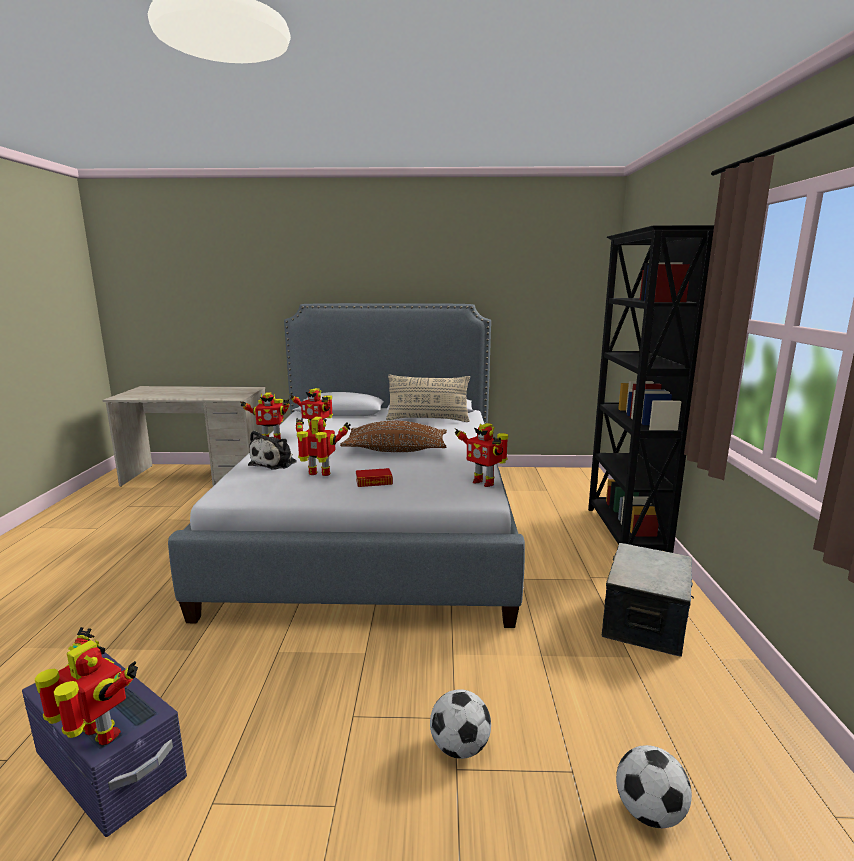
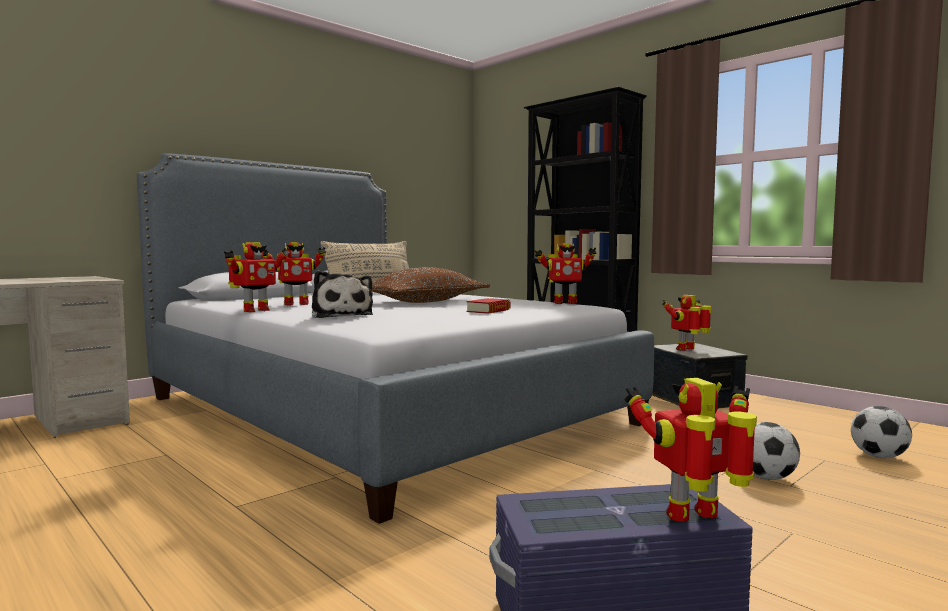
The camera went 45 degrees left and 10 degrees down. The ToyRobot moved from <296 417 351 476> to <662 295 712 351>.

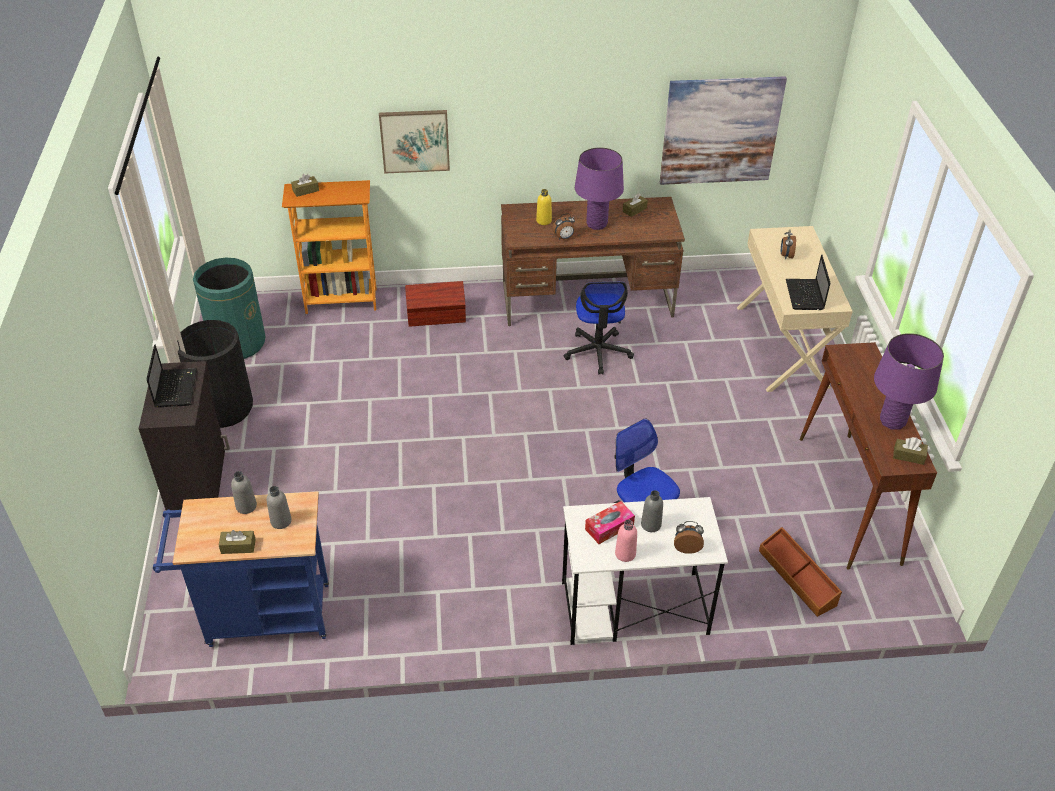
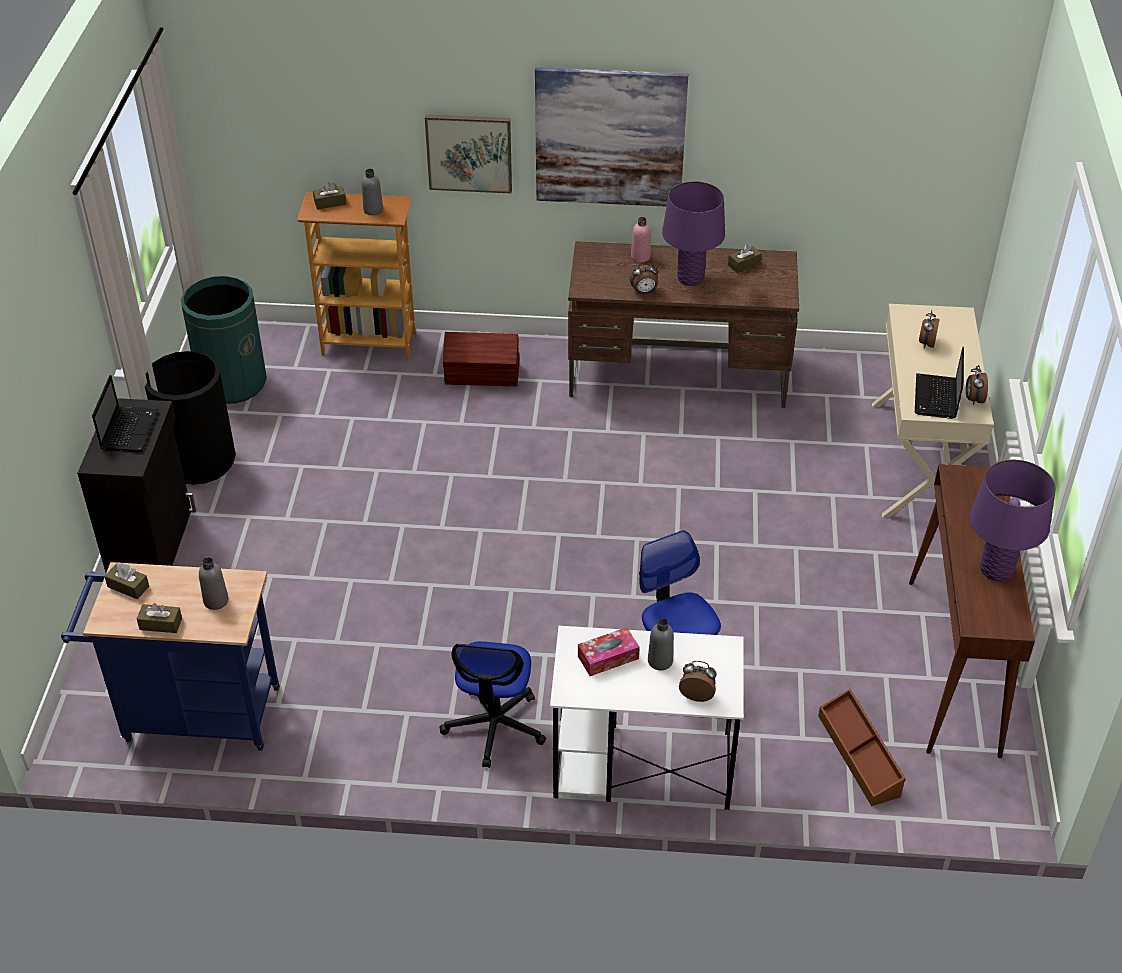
The camera went 10 degrees right and 0 degrees up. The BrownTissueBox moved from <893 437 928 465> to <104 563 149 599>. The GreyBottle moved from <231 471 257 514> to <362 169 383 215>. The OfficeChair moved from <564 282 634 375> to <439 641 546 768>. The Picture moved from <660 76 787 185> to <535 67 688 207>. The PinkBottle moved from <615 519 637 562> to <631 217 651 262>. The AlarmClock at <966 365 988 405> appeared. The YellowBottle at <536 189 552 225> disappeared.

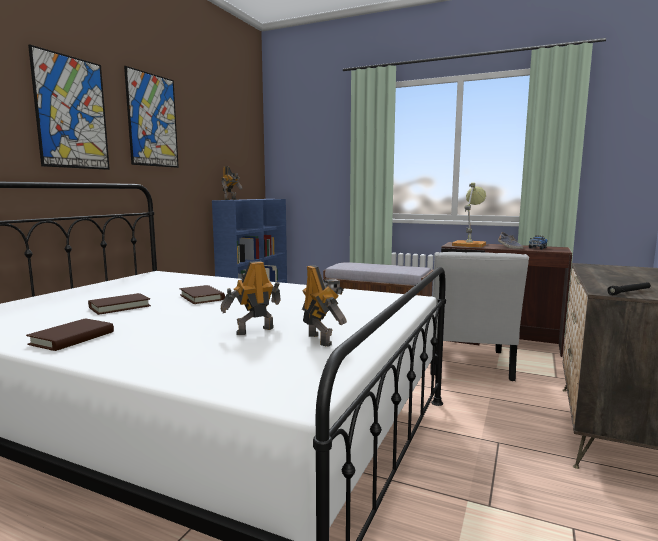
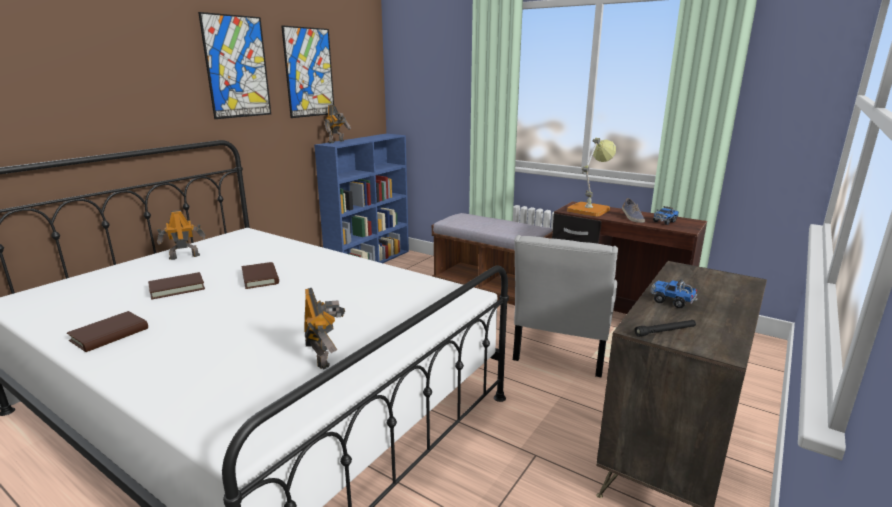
The camera went 10 degrees right and 10 degrees up. The ToyRobot moved from <221 261 281 335> to <157 210 206 260>. The Picture moved from <28 44 110 170> to <281 25 334 118>. The ToyTruck at <650 279 697 308> appeared.

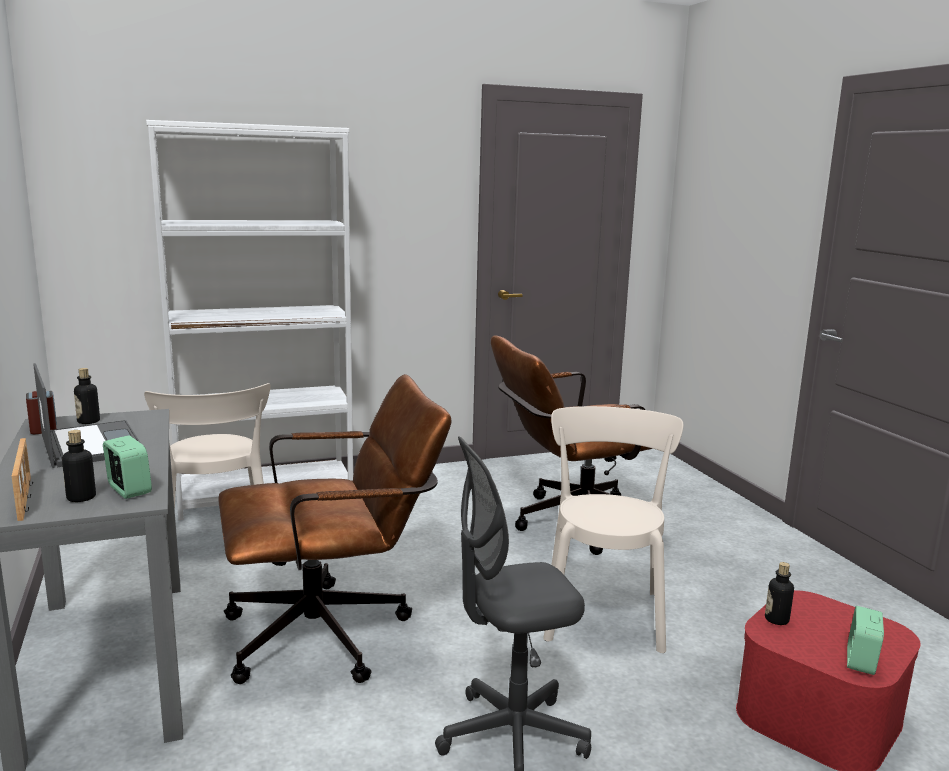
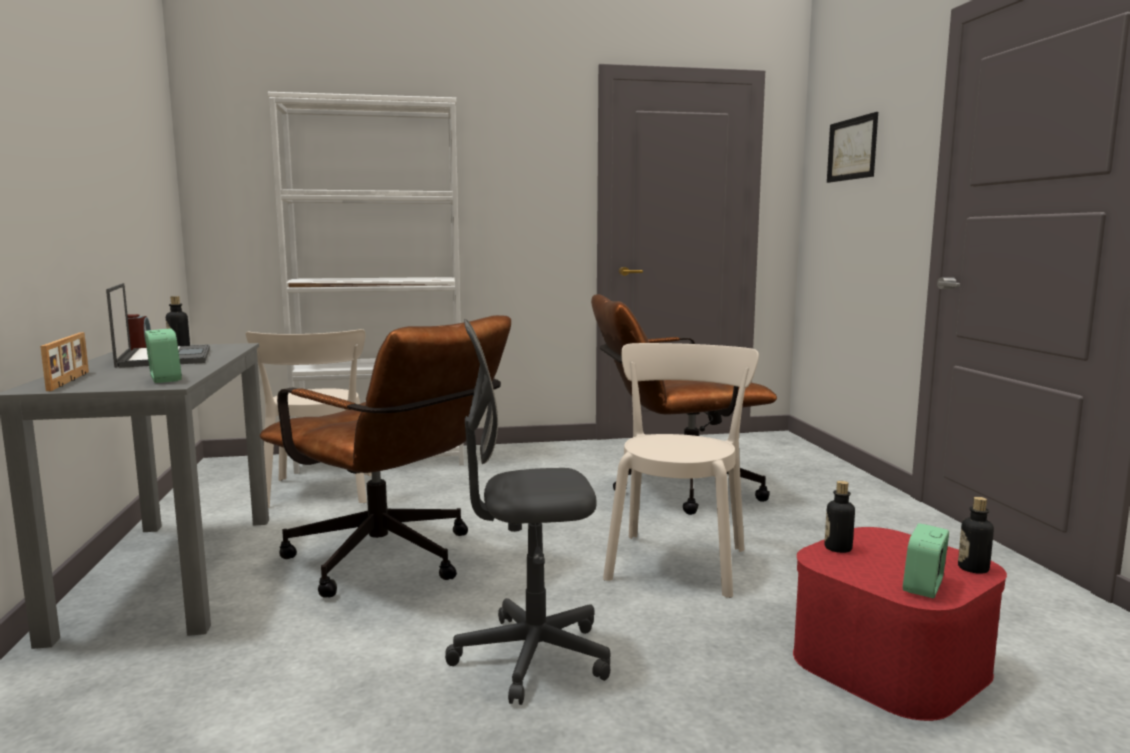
The camera went 10 degrees right and 5 degrees down. The BrownOfficeChair at <218 374 452 684> turned 45 degrees clockwise. The Picture at <827 112 878 183> appeared. The Bottle moved from <62 430 96 502> to <958 497 994 574>.

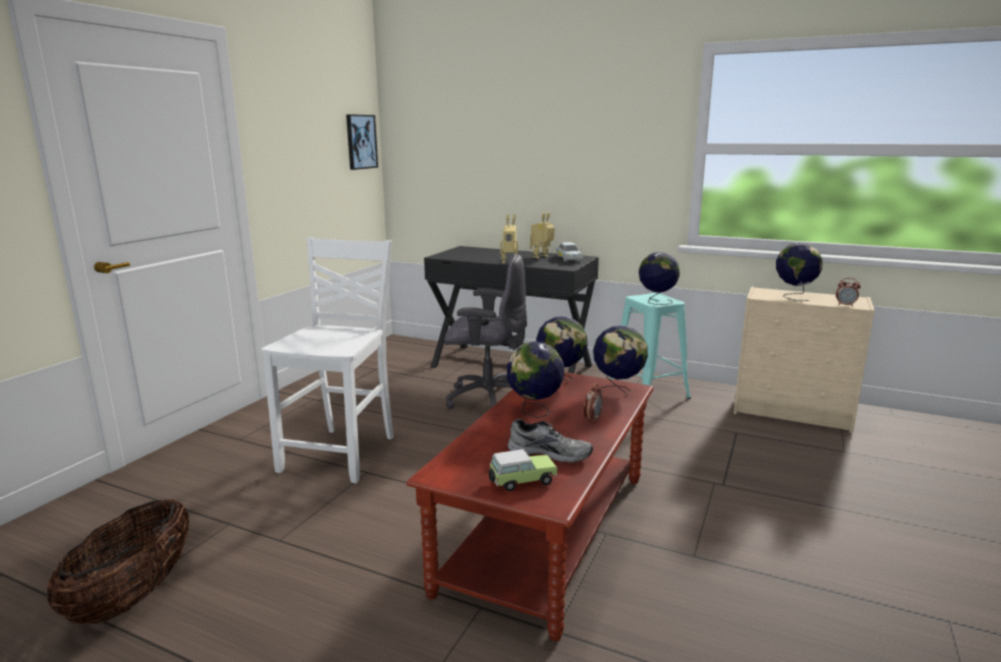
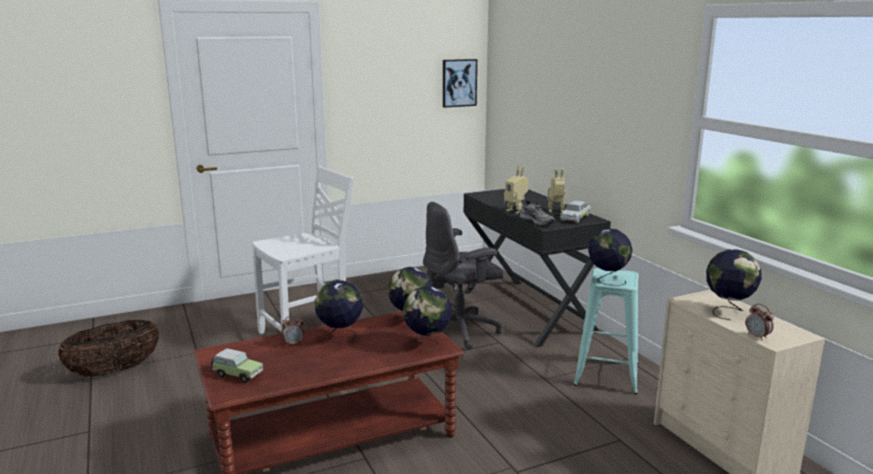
The camera went 40 degrees right and 0 degrees up. The AlarmClock moved from <583 384 603 423> to <281 315 304 346>. The GreyOfficeChair at <444 254 527 409> turned 105 degrees clockwise. The GreyShoe moved from <508 419 593 463> to <520 200 555 225>.

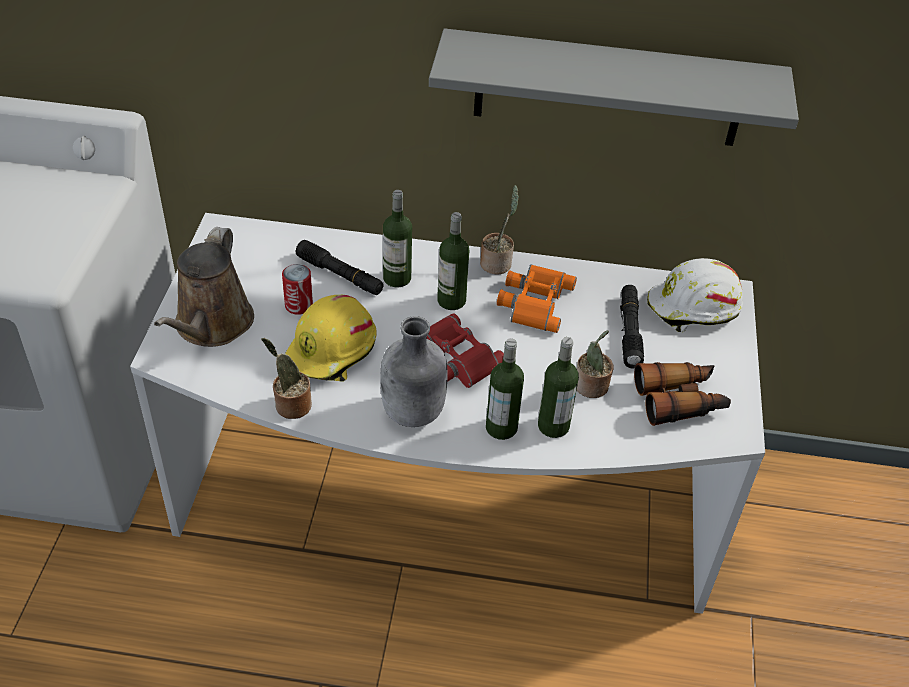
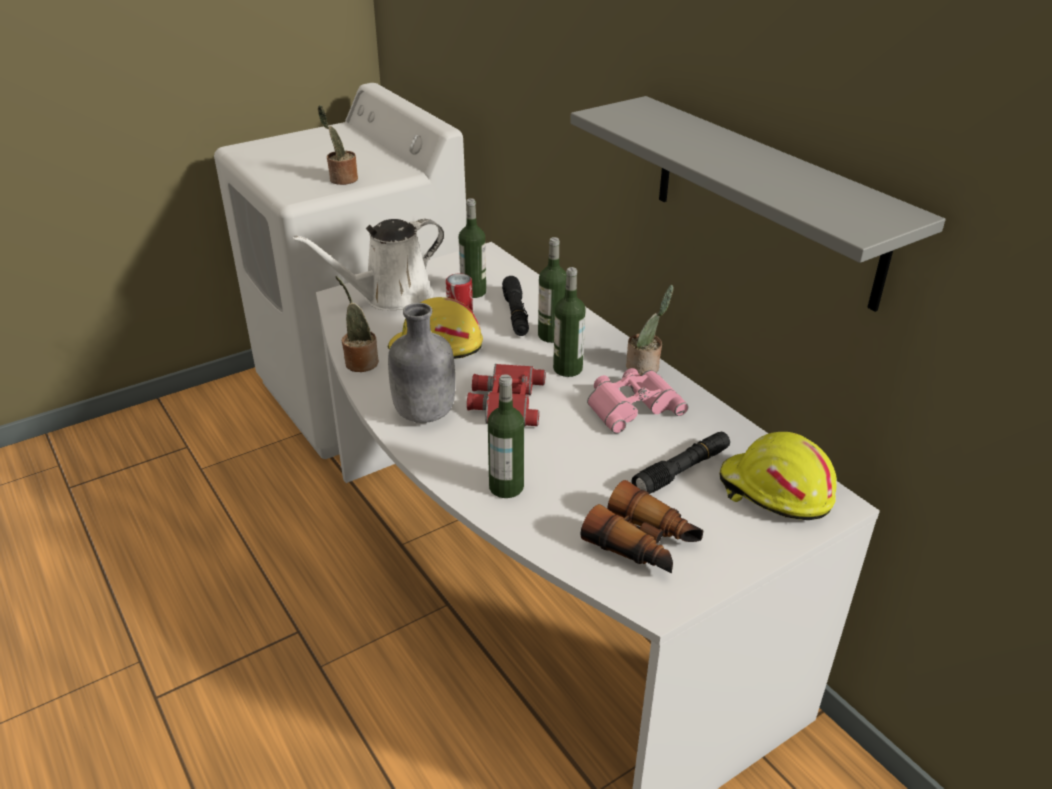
The camera went 50 degrees right and 10 degrees down. The BrownWateringCan at <154 227 254 347> became the WhiteWateringCan at <293 219 444 310>. The PottedPlant moved from <577 330 614 398> to <318 105 358 185>. The Bottle moved from <486 338 524 440> to <459 198 486 298>. The OrangeBinoculars at <497 264 577 333> became the PinkBinoculars at <587 368 688 433>. The WhiteHardHat at <647 258 743 332> became the YellowHardHat at <719 432 837 520>.

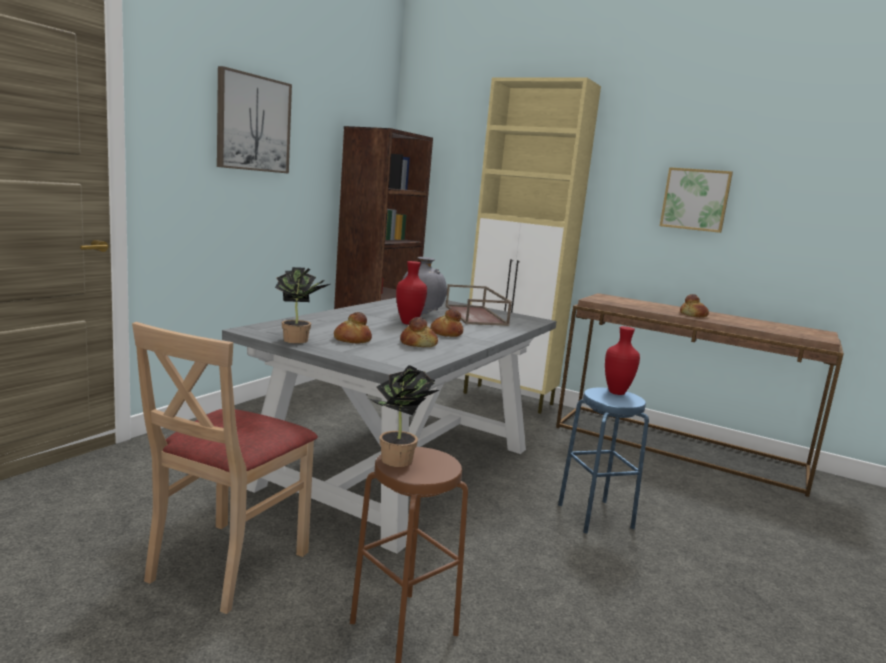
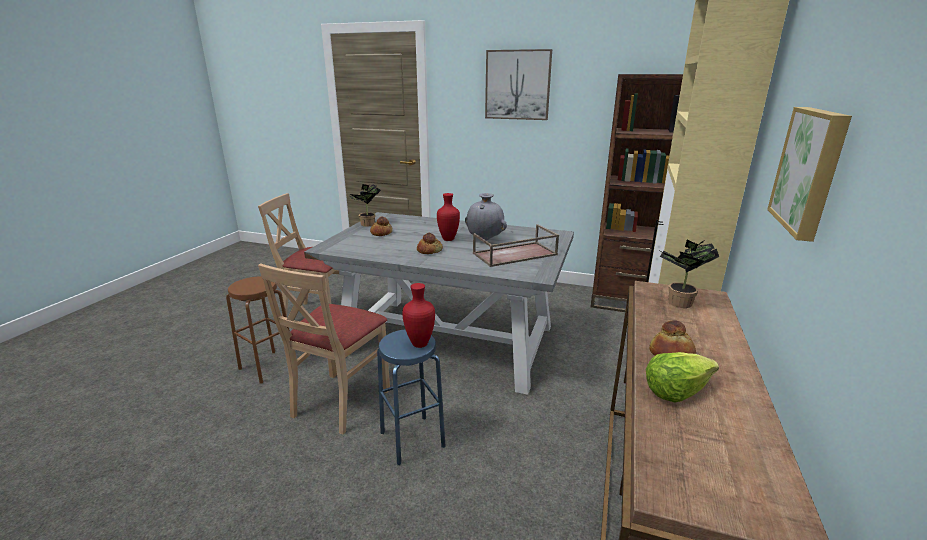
The camera went 80 degrees right and 10 degrees up. The BeigeChair at <258 263 390 434> appeared. The Lettuce at <646 352 719 402> appeared. The PottedPlant moved from <367 365 439 467> to <660 240 719 308>. The Bread at <400 317 438 347> disappeared.

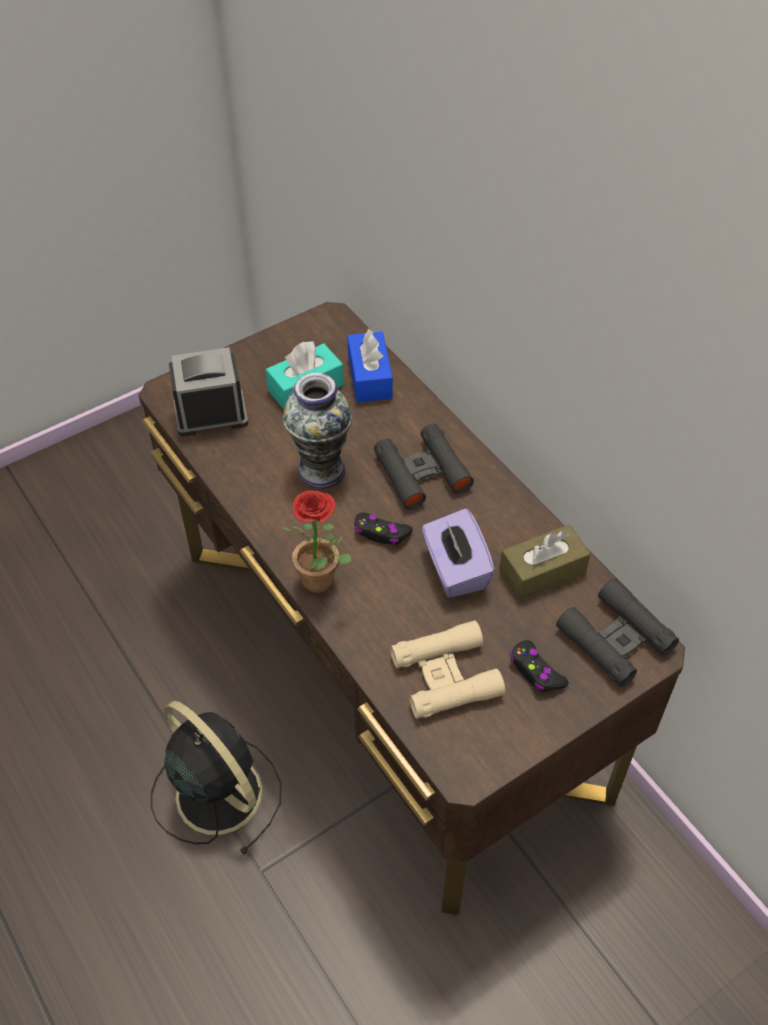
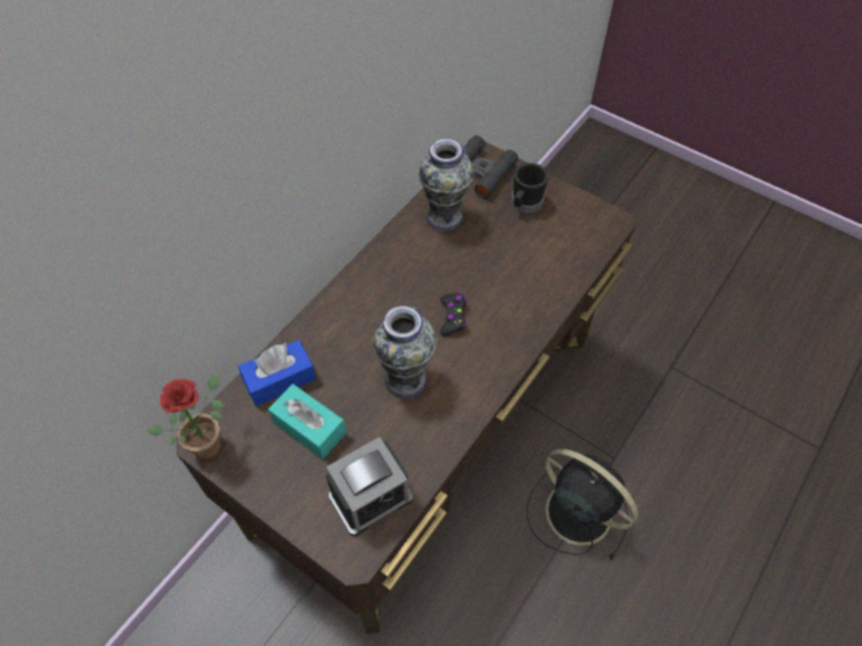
The camera went 110 degrees left and 5 degrees up. The PottedPlant moved from <281 491 351 593> to <147 374 224 460>. The AlarmClock at <169 347 248 437> turned 90 degrees counterclockwise. The BrownTissueBox at <499 524 591 600> was replaced by the Vase at <419 139 474 232>. The BlackGameController at <510 640 569 692> was replaced by the BlackMug at <511 163 549 213>. The BlackFan at <151 701 281 856> turned 105 degrees clockwise. The BlackBinoculars at <374 424 474 510> disappeared. The BeigeBinoculars at <390 620 505 719> disappeared. The PurpleTissueBox at <422 508 495 598> disappeared.

